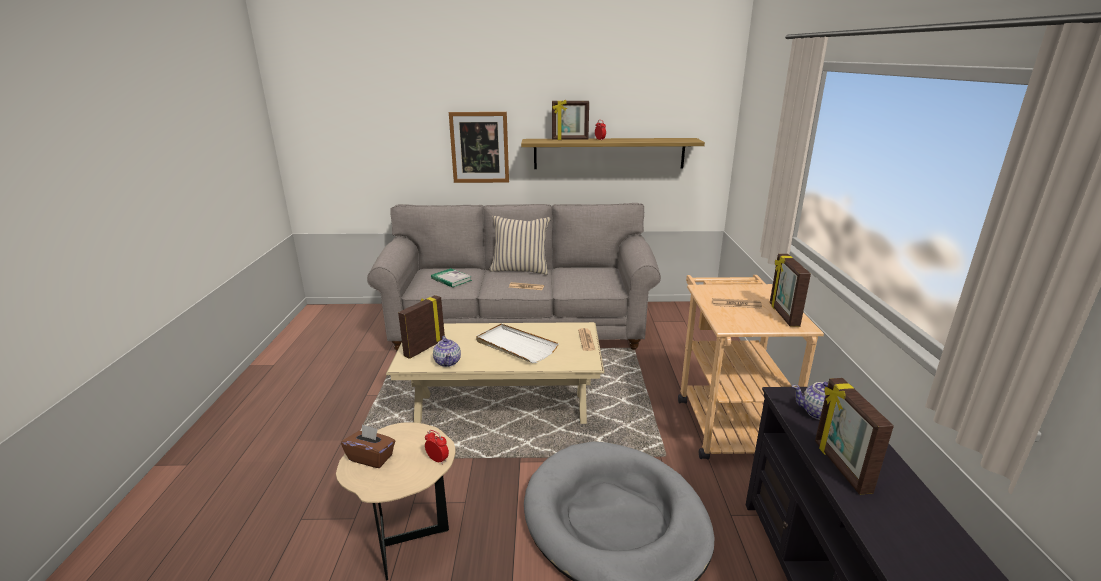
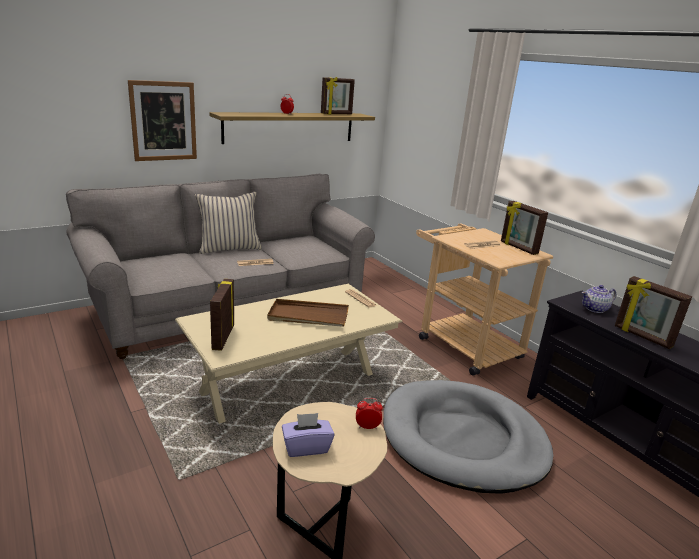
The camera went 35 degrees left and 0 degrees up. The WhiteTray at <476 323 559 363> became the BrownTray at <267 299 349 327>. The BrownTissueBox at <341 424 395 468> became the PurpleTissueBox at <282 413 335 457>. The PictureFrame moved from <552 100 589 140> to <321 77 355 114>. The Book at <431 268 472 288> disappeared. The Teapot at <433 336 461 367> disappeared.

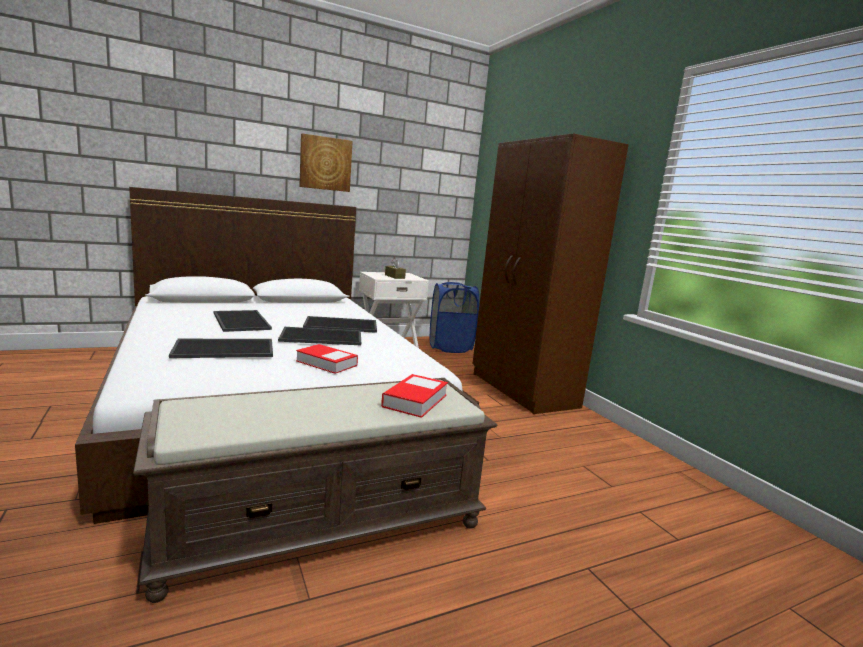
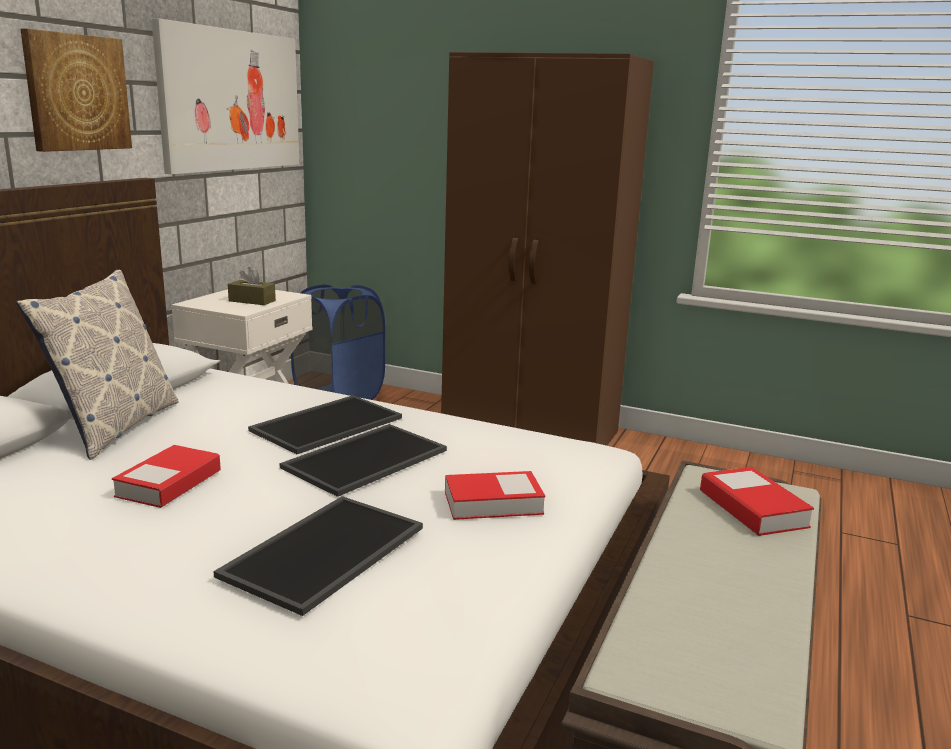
The camera went 40 degrees left and 5 degrees up. The Pillow at <16 270 178 460> appeared. The Tray at <214 310 272 332> was replaced by the Book at <112 445 221 508>. The Picture at <151 18 299 174> appeared.

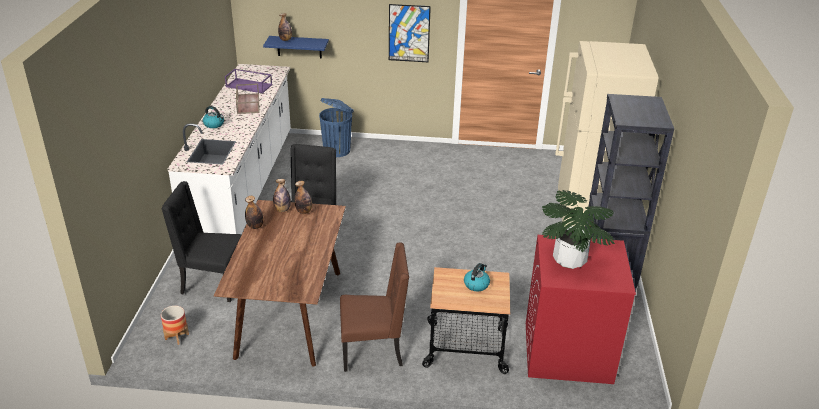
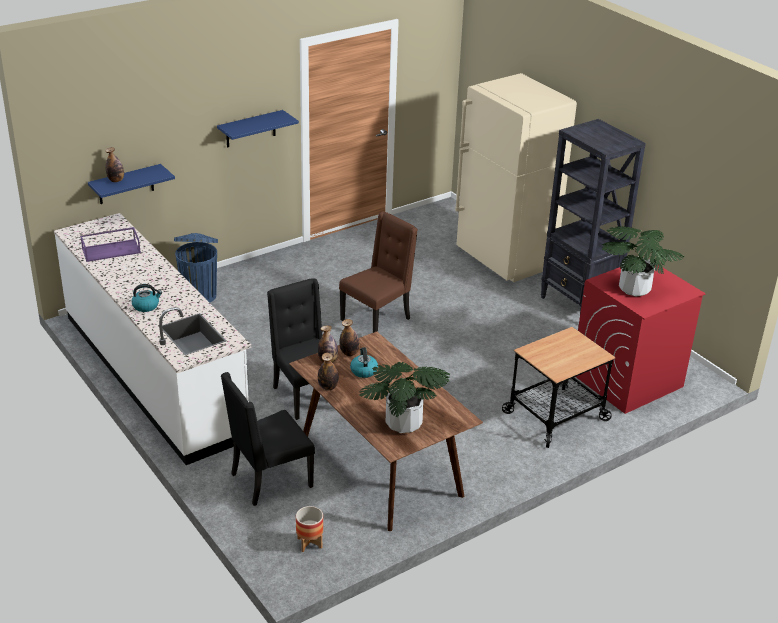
The camera went 40 degrees left and 0 degrees up. The Picture at <389 4 431 62> was replaced by the BlueShelf at <217 110 299 148>. The BrownChair moved from <340 242 409 372> to <339 212 418 333>. The Kettle moved from <464 263 490 291> to <350 347 378 378>. The PottedPlant at <359 362 450 433> appeared. The BrownTray at <236 83 260 114> disappeared.

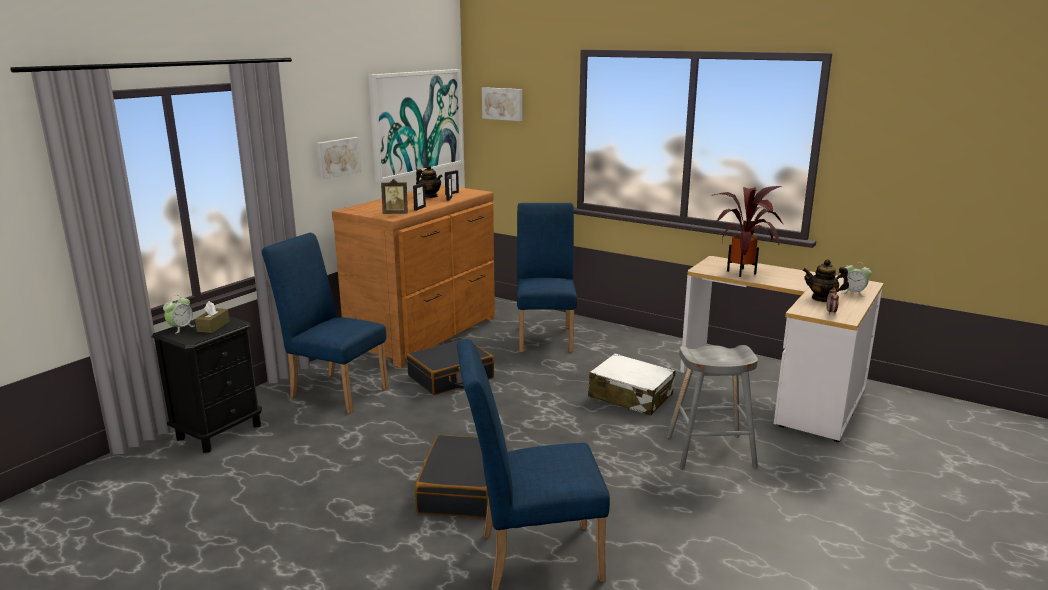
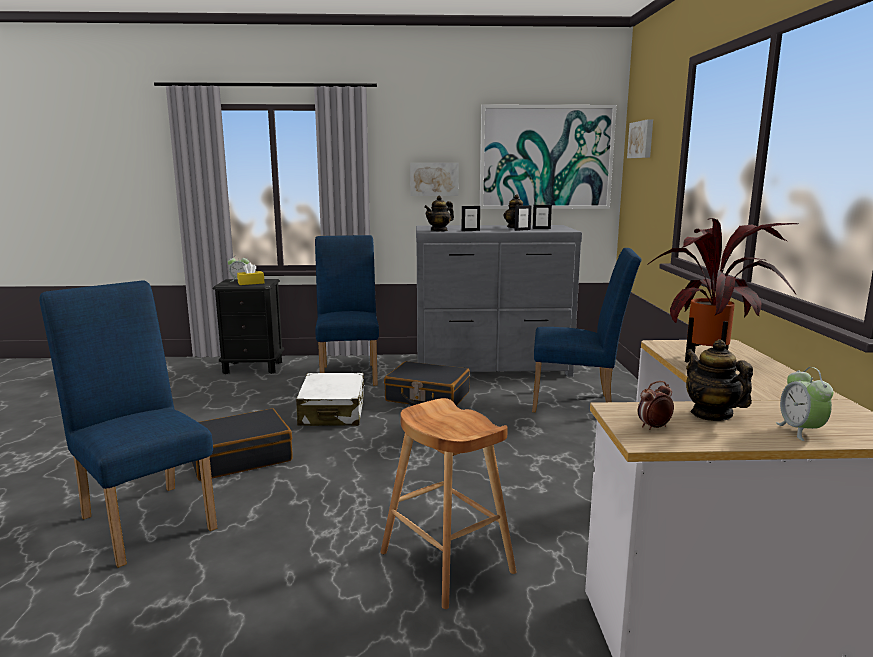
The camera went 55 degrees right and 5 degrees down. The BrownTissueBox at <195 301 230 333> became the YellowTissueBox at <237 263 264 285>. The WhiteSuitcase moved from <588 354 675 416> to <296 373 364 426>. The GreyStool at <667 345 758 470> became the BrownStool at <380 398 516 609>. The BrownDresser at <332 185 495 368> became the GreyDresser at <416 225 582 376>. The PictureFrame at <381 179 408 214> was replaced by the Teapot at <424 196 454 231>. The BlueChair at <517 203 577 352> turned 45 degrees clockwise.

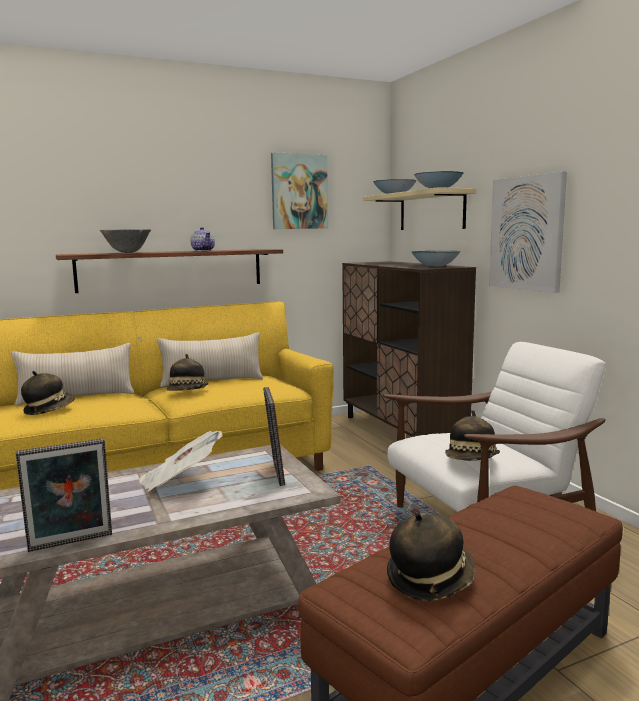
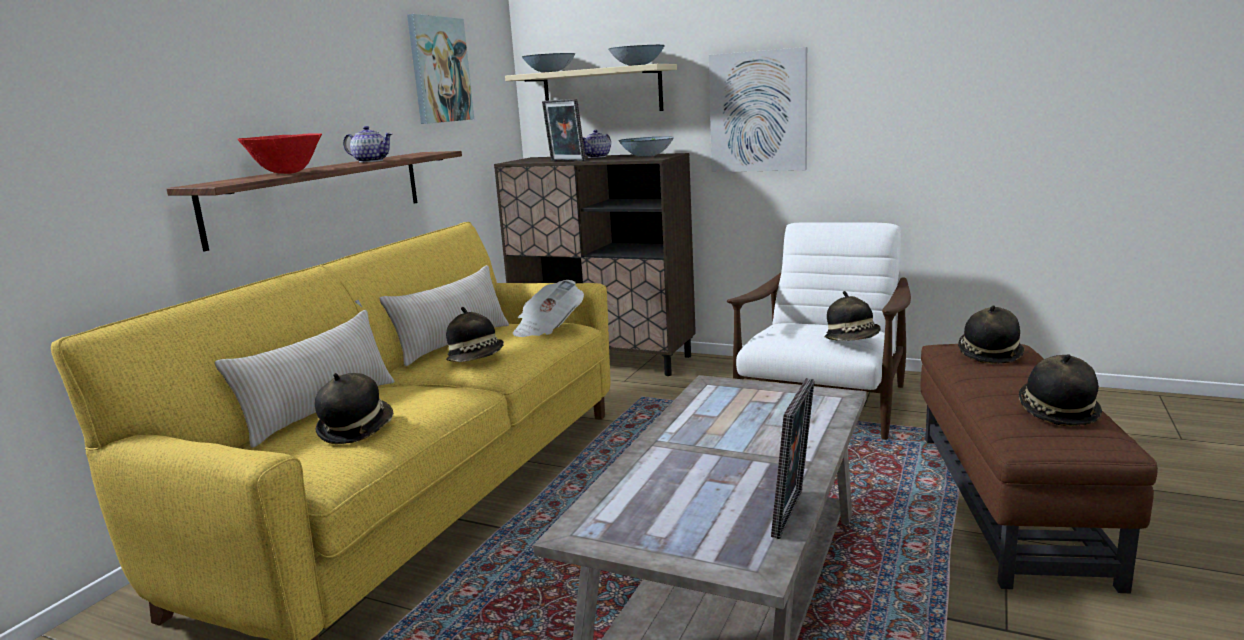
The camera went 40 degrees left and 5 degrees up. The GreyBowl at <100 229 151 253> became the RedBowl at <238 133 322 174>. The Newspaper moved from <139 431 222 492> to <513 280 584 337>. The PictureFrame moved from <263 387 285 486> to <542 99 586 161>. The Teapot at <583 130 611 158> appeared. The Hat at <958 305 1025 364> appeared.

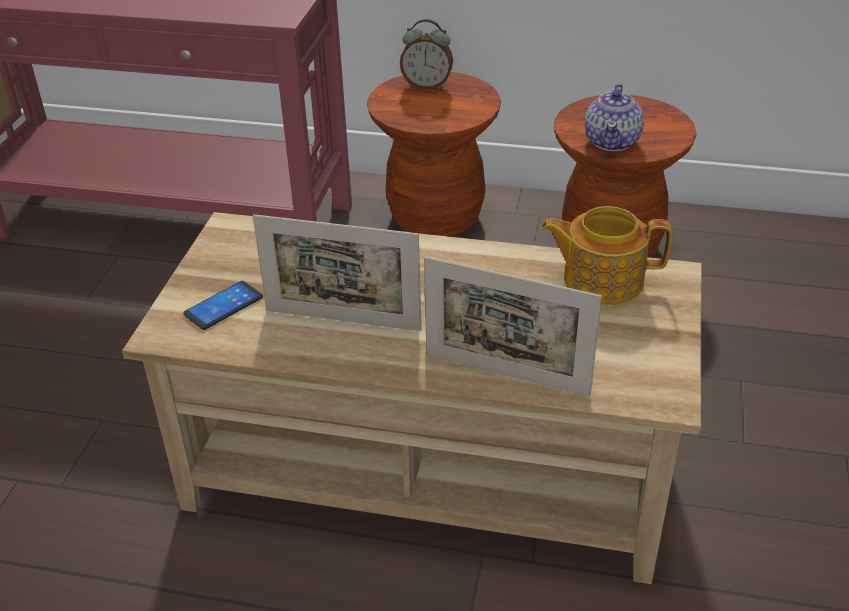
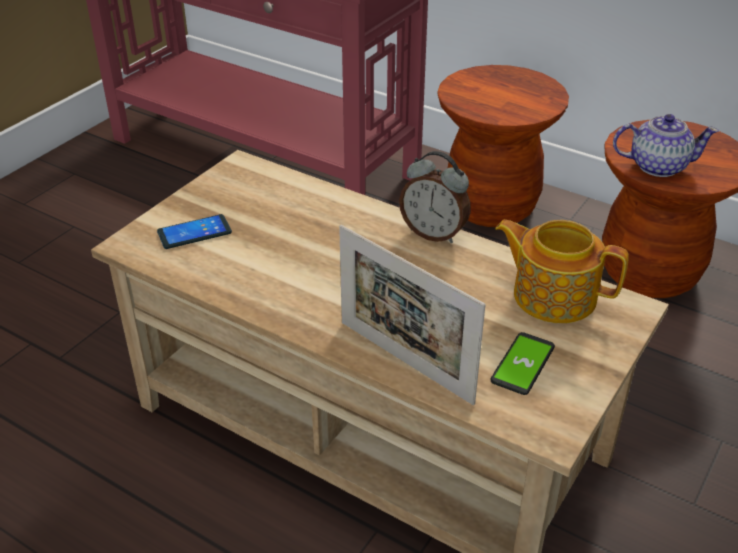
The camera went 20 degrees right and 0 degrees up. The AlarmClock moved from <400 19 453 90> to <399 151 471 243>. The Phone at <491 332 555 395> appeared. The Teapot at <585 84 644 151> turned 120 degrees counterclockwise. The PictureFrame at <253 214 421 331> disappeared.

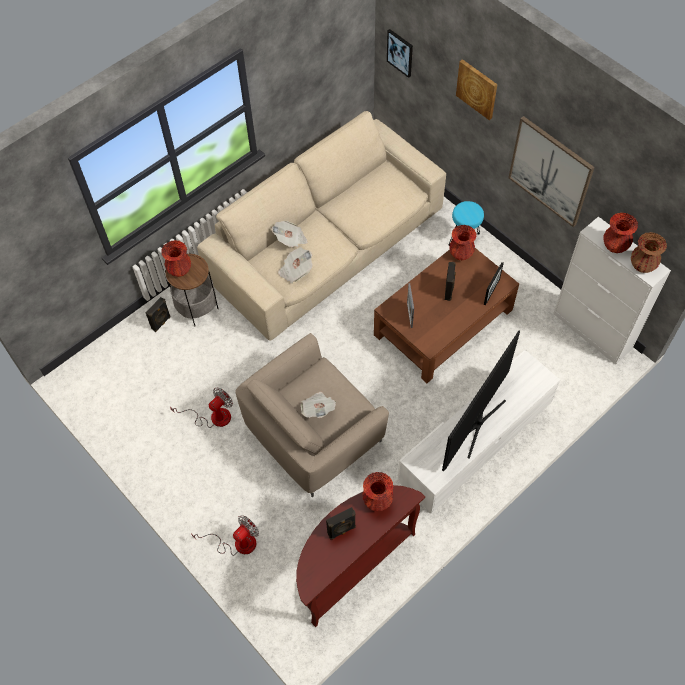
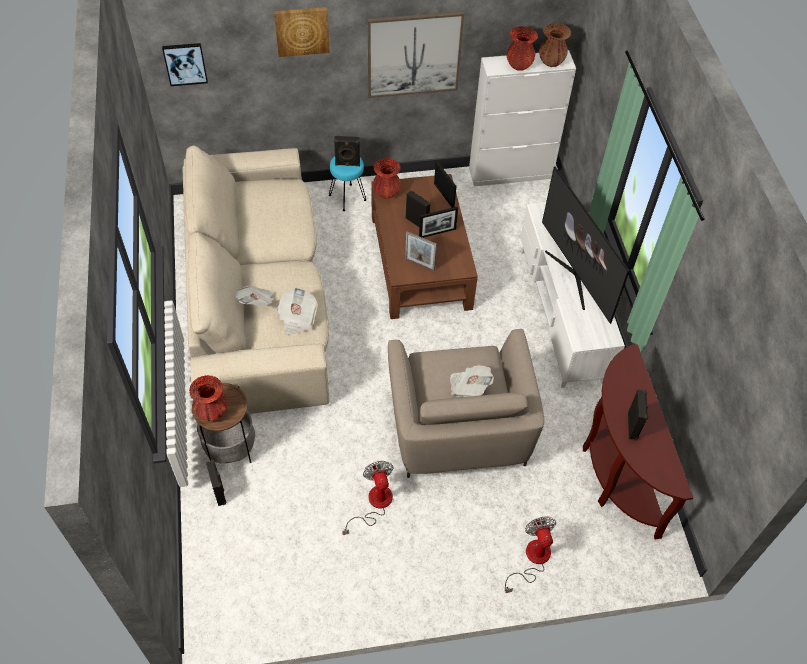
The camera went 60 degrees left and 5 degrees down. The BlackSpeaker at <334 136 360 166> appeared. The PictureFrame at <419 207 458 238> appeared. The RedVase at <362 472 394 511> disappeared.

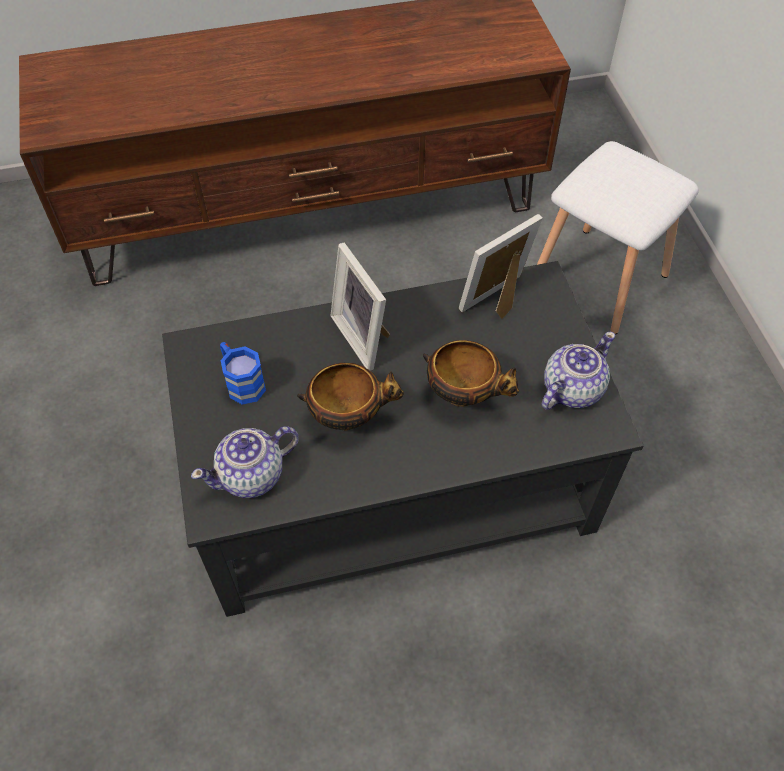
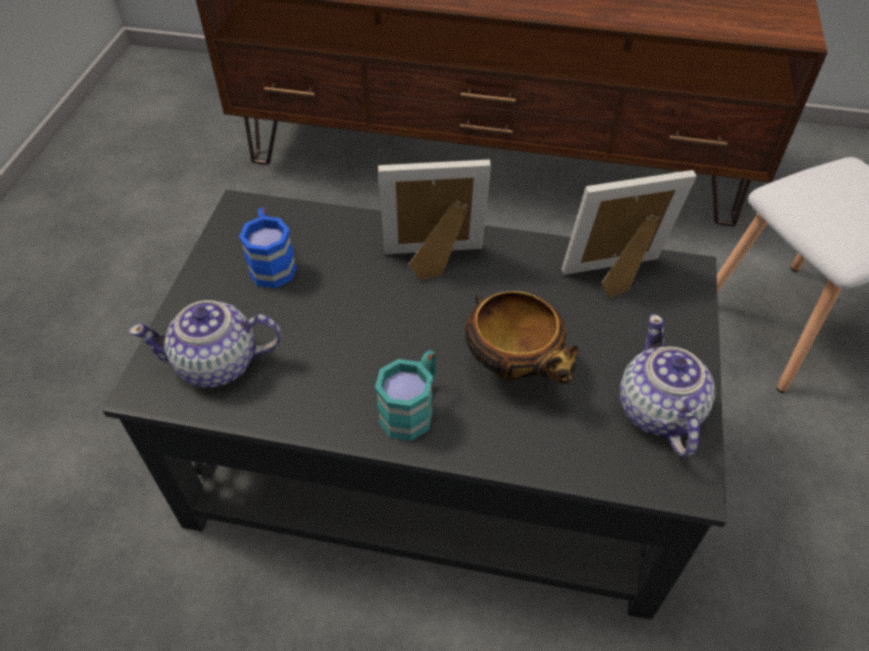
The camera went 25 degrees right and 5 degrees down. The TurquoiseMug at <375 350 436 441> appeared. The PictureFrame at <330 242 390 371> turned 90 degrees clockwise. The Teapot at <542 332 615 410> turned 75 degrees counterclockwise. The Bowl at <297 363 404 430> disappeared.

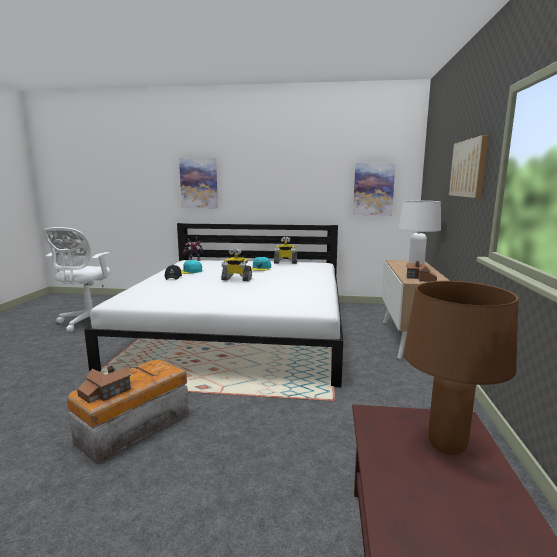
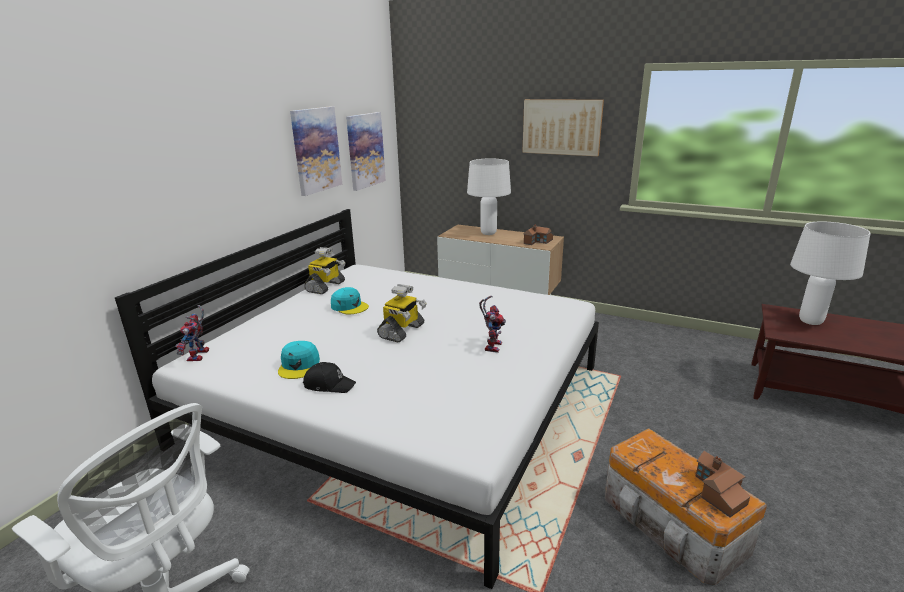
The camera went 70 degrees left and 10 degrees up. The Picture moved from <179 158 218 208> to <290 106 342 196>. The ToyRobot at <479 296 506 353> appeared. The BrownTableLamp at <403 281 519 455> became the WhiteTableLamp at <790 222 871 325>.

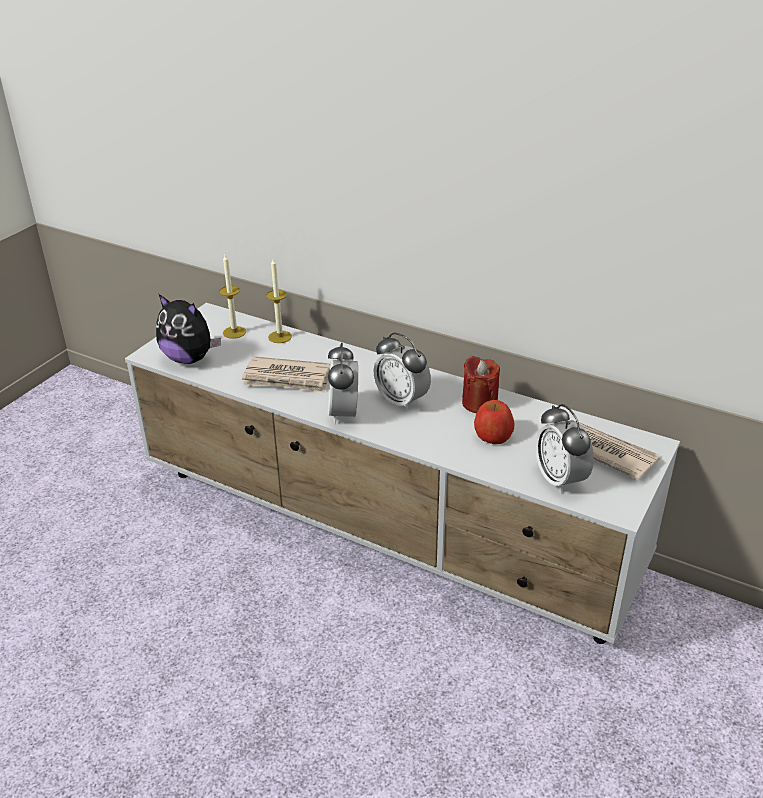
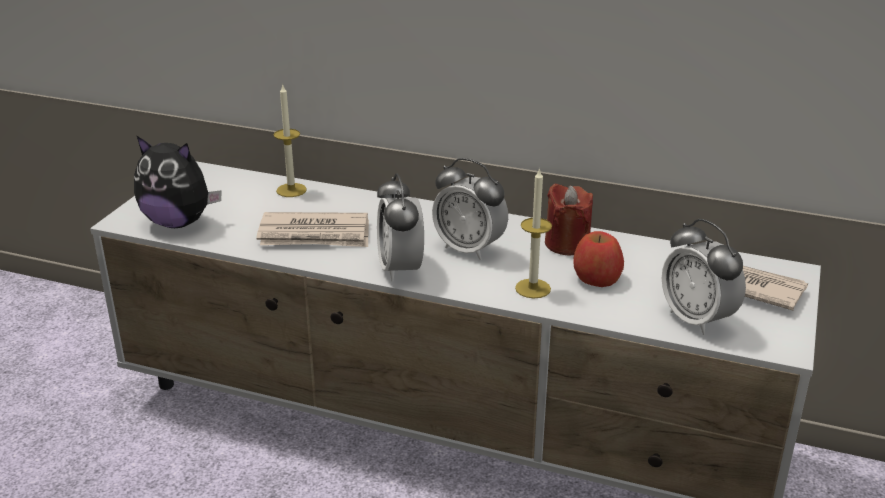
The camera went 10 degrees left and 5 degrees down. The Candle moved from <219 254 246 339> to <515 168 552 298>.

